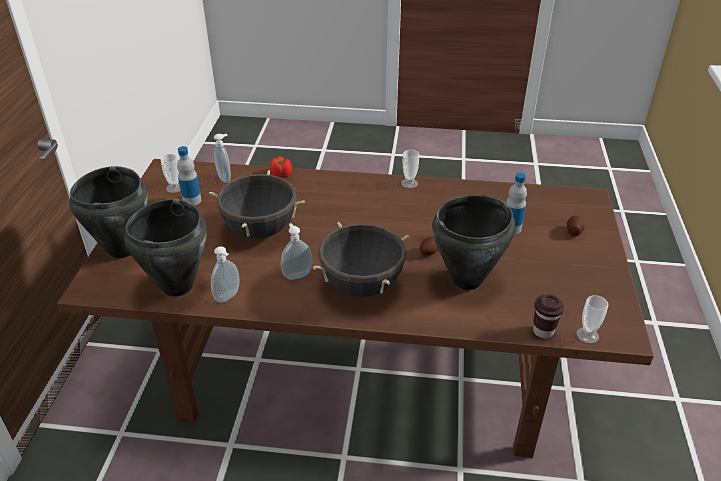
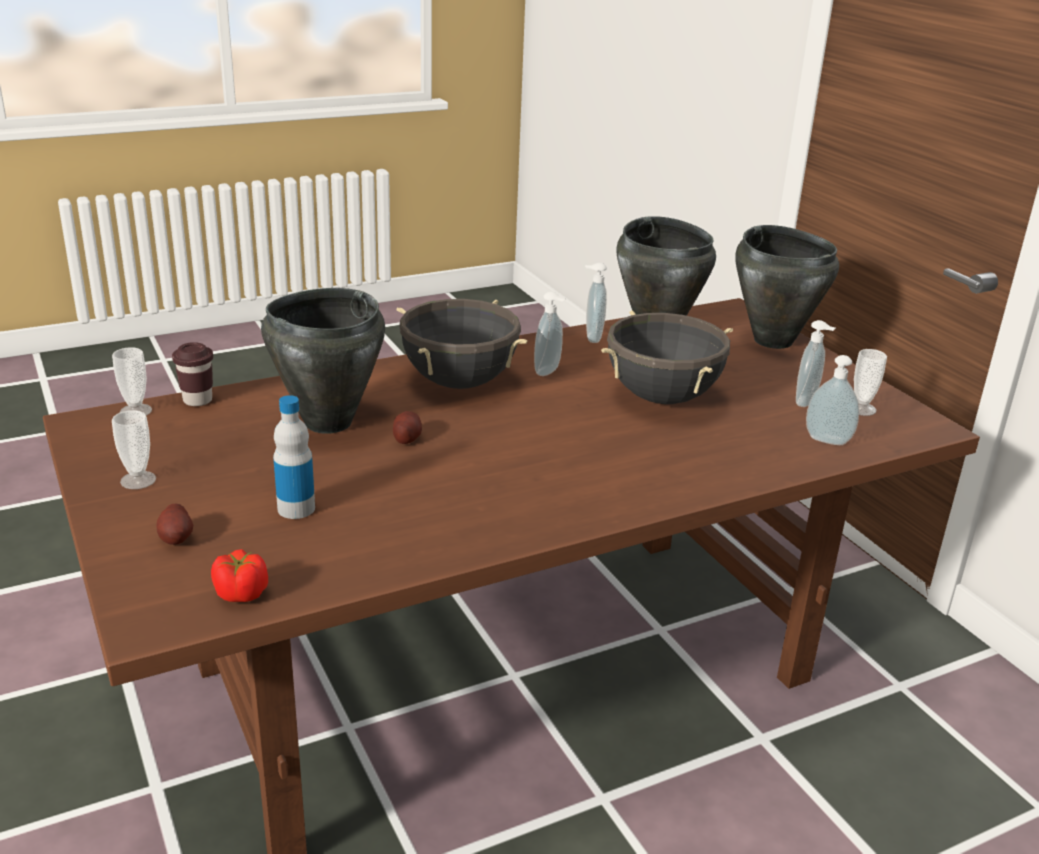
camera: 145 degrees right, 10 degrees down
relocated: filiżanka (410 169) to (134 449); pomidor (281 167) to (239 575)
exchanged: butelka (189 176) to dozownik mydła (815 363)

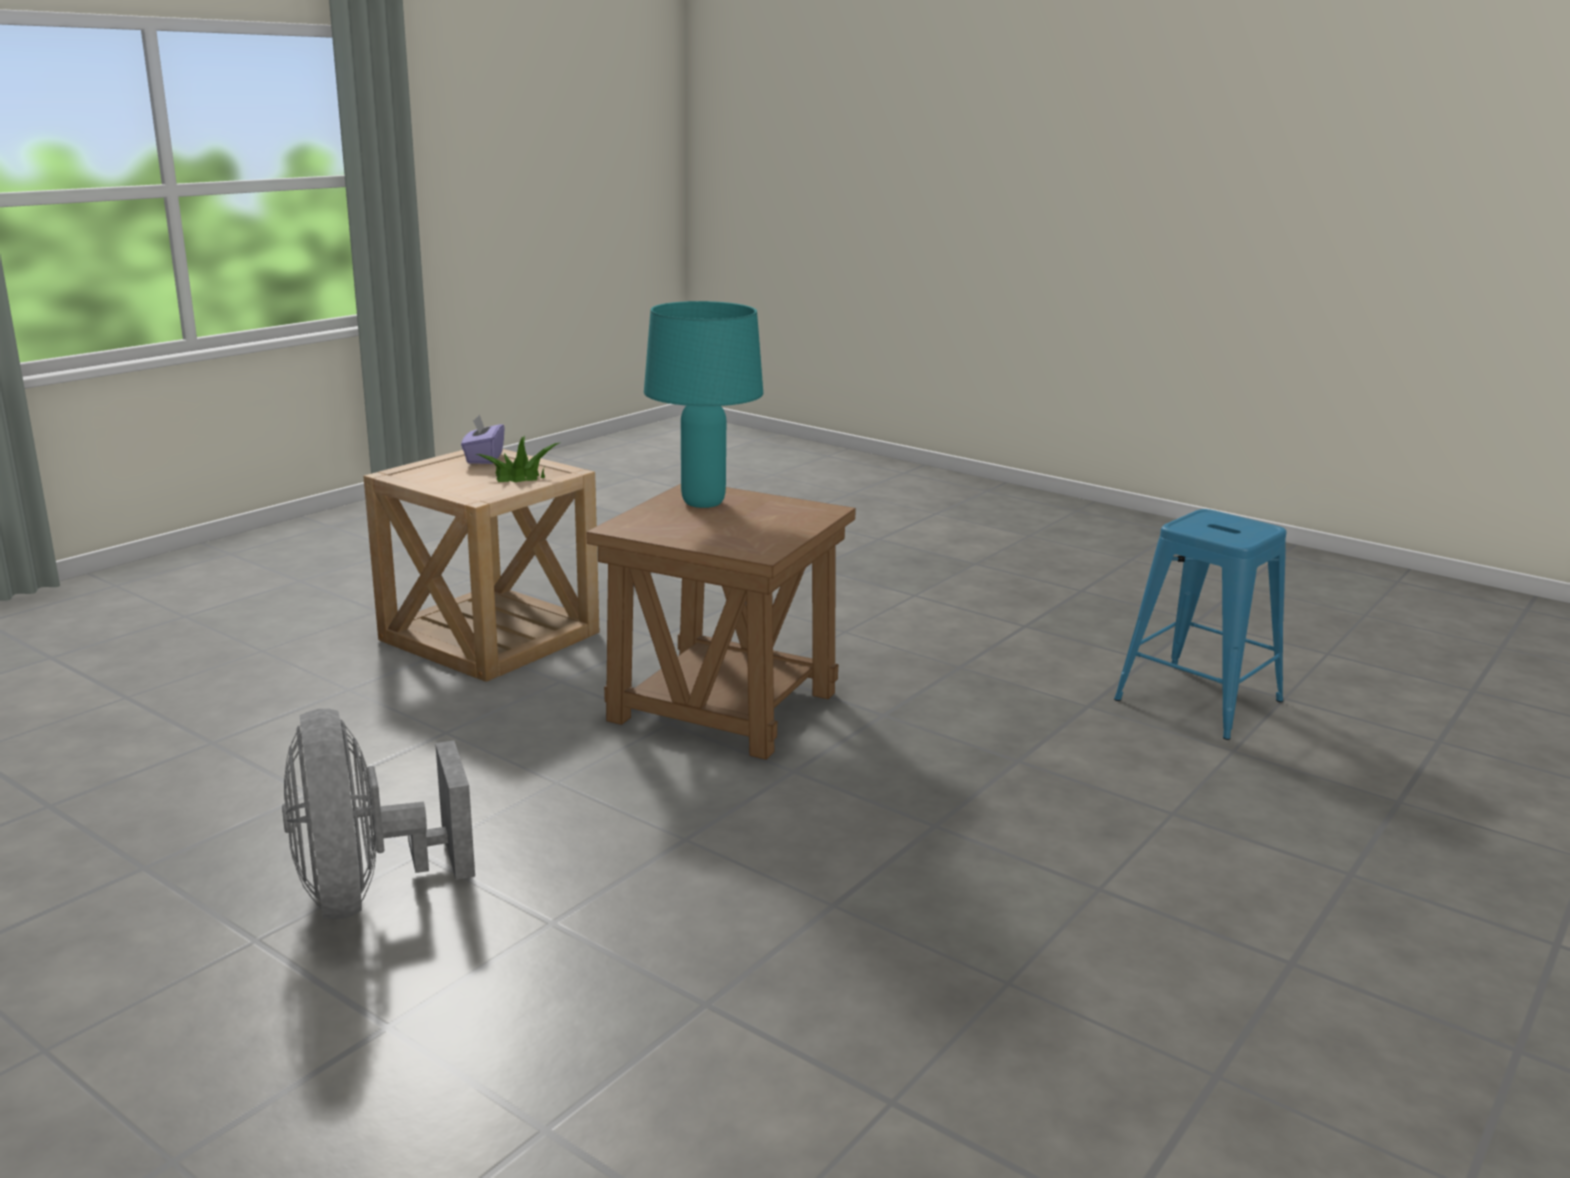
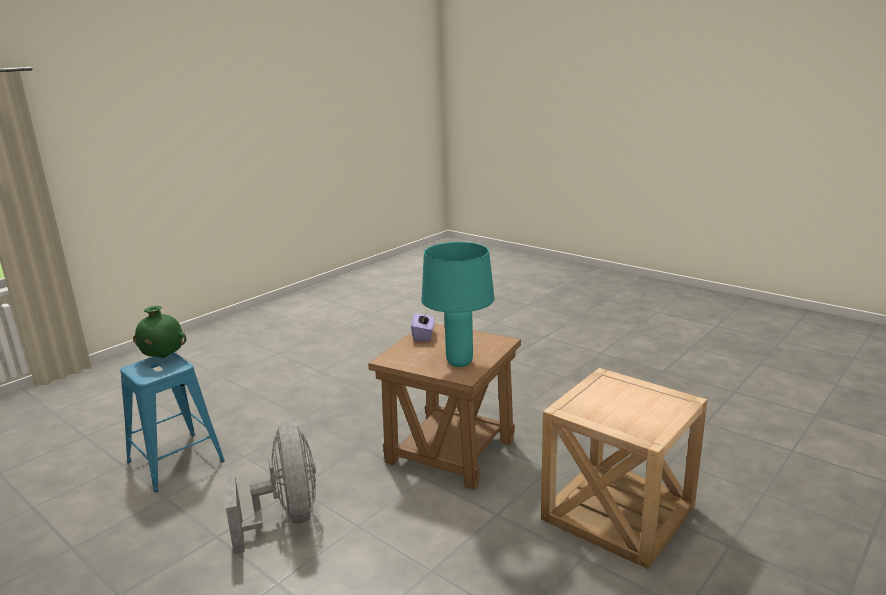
camera: 175 degrees left, 0 degrees up
missing: roślina doniczkowa (518 459)
appeared: wazon (zielony) (159 332)
relocated: wentylator (szary) (378 814) to (270 487); pudełko chusteczek (fioletowy) (483 439) to (423 326)

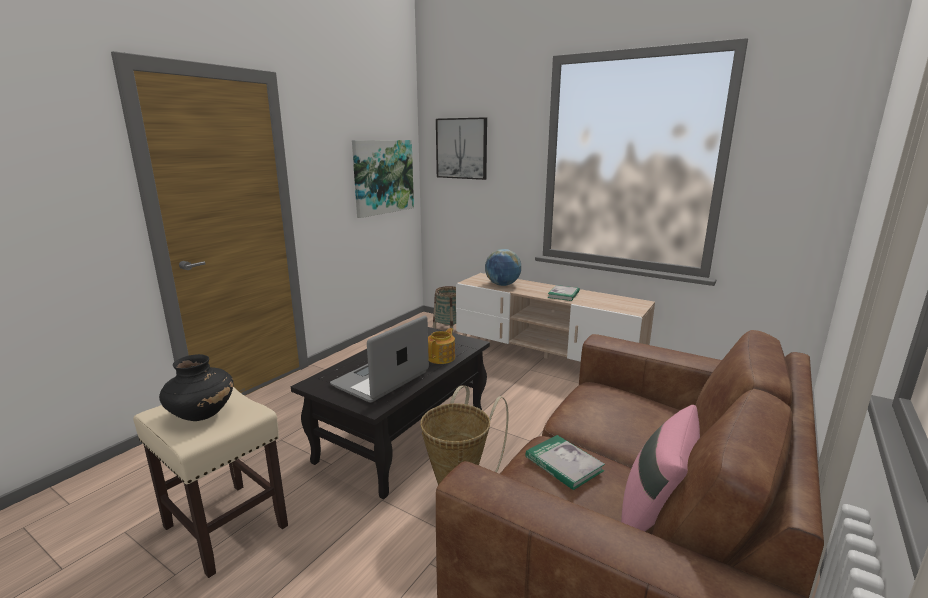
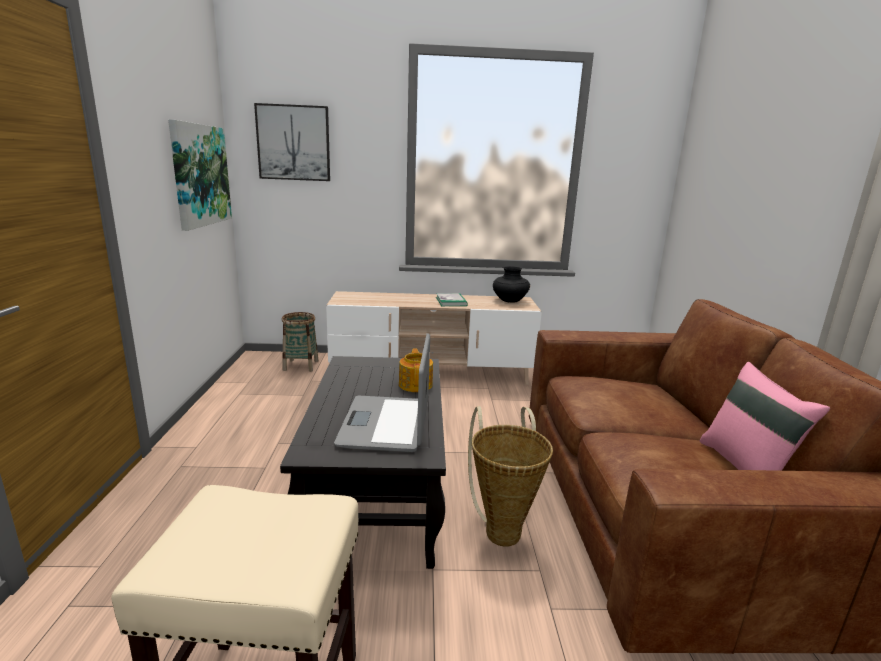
camera: 35 degrees left, 0 degrees up
missing: globus (503 267); książka (565 462)
relocated: wazon (czarny) (196 387) to (511 285)

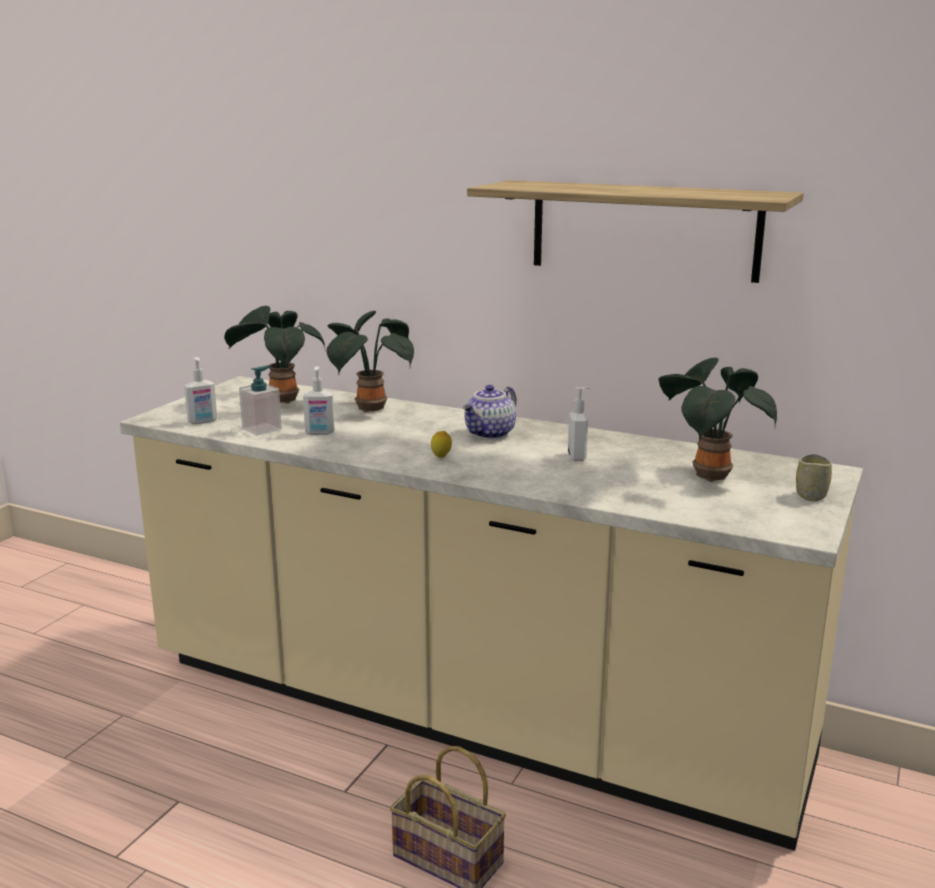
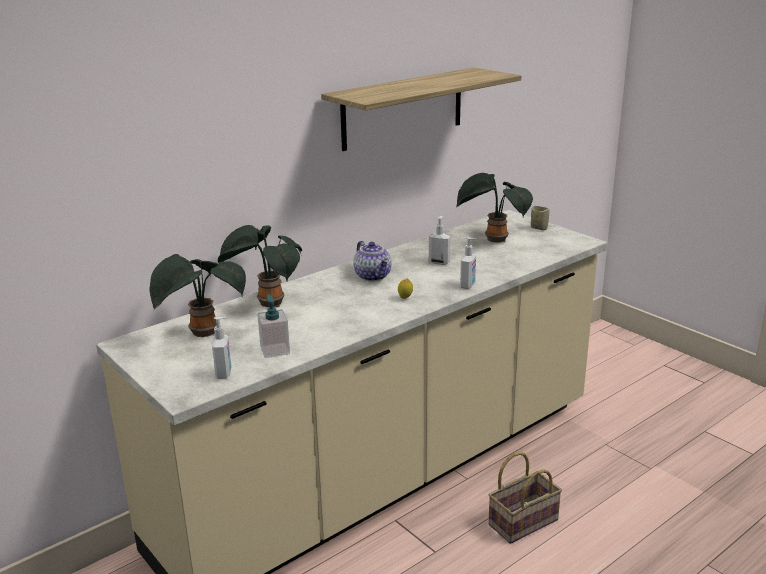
camera: 65 degrees left, 5 degrees up
relocated: dozownik mydła (319 400) to (468 263)

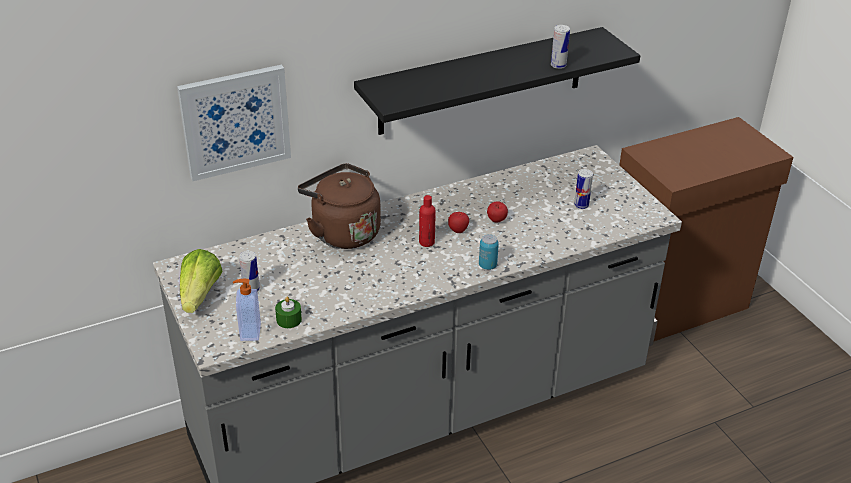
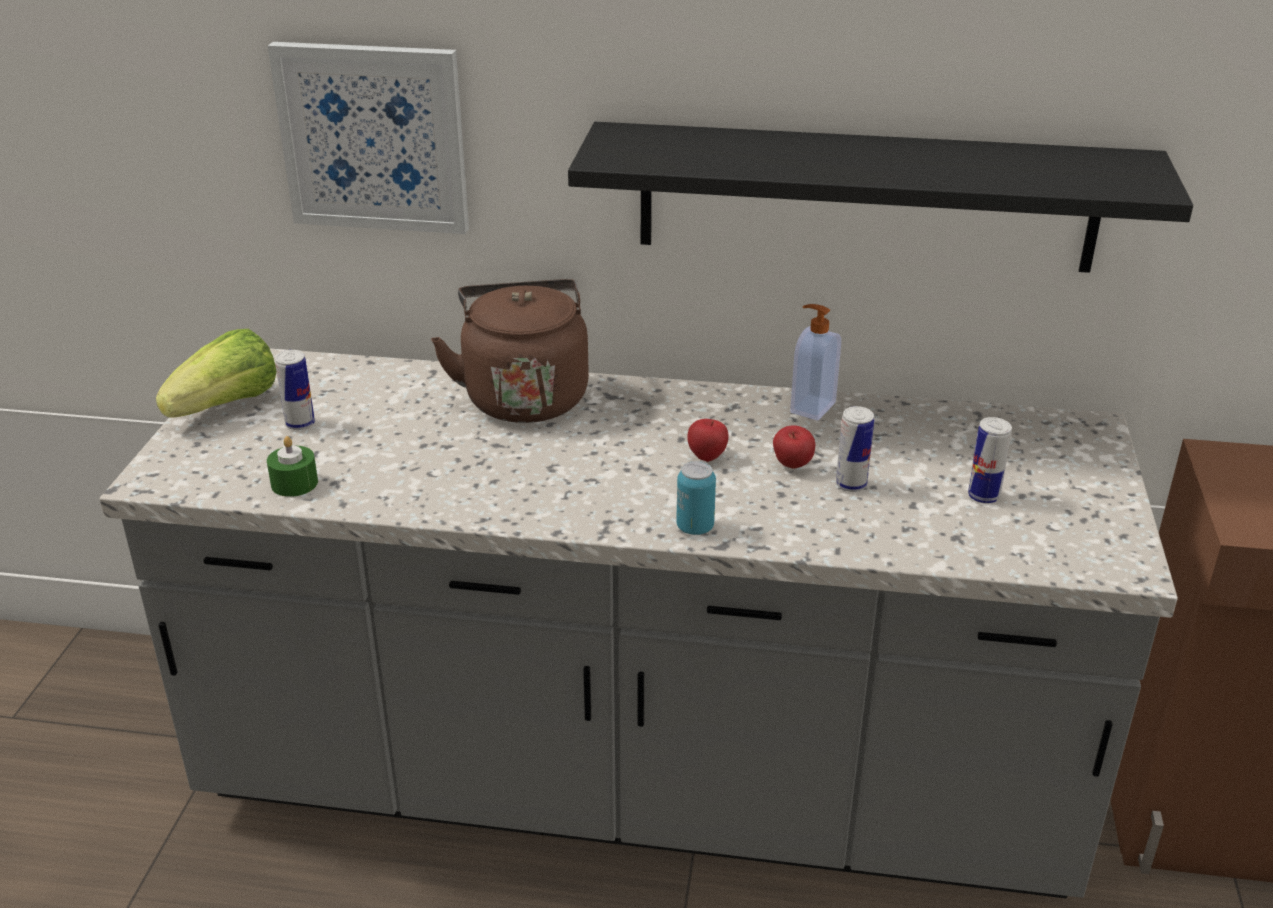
camera: 35 degrees right, 5 degrees down
missing: butelka (czerwony) (427 221)
relocated: dozownik mydła (247 310) to (815 362); puszka (560 47) to (855 449)

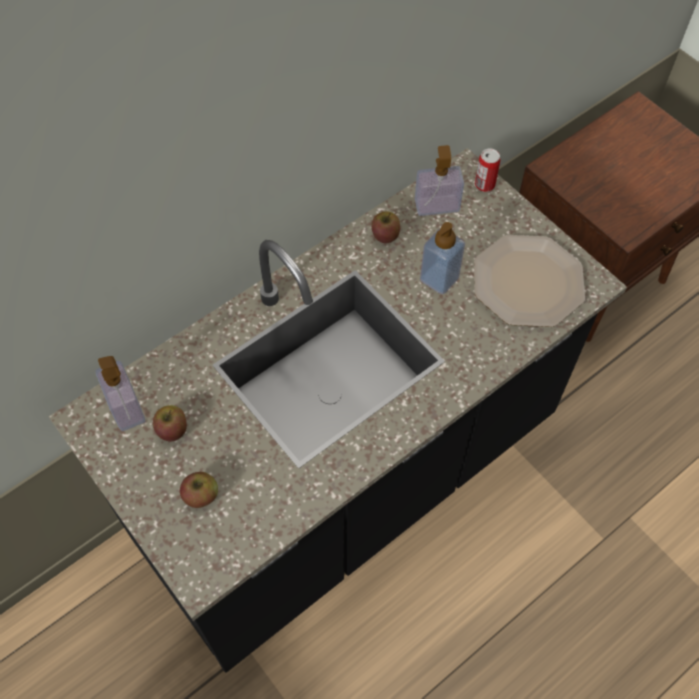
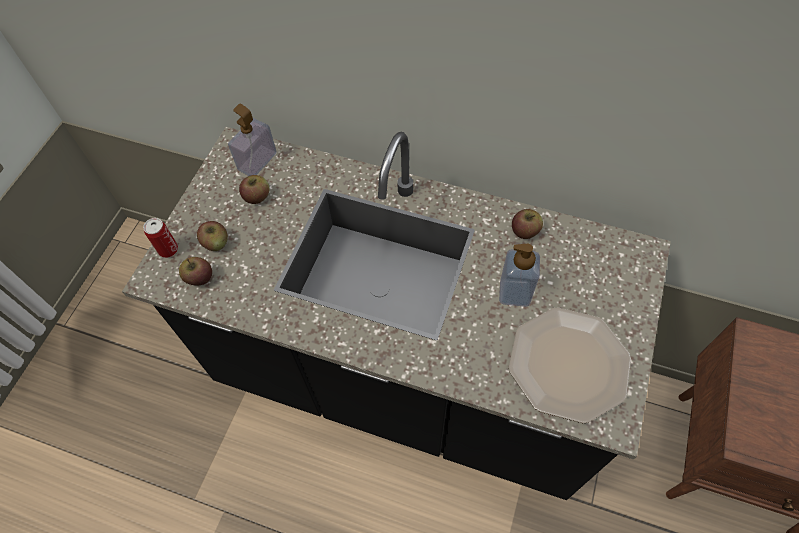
camera: 60 degrees right, 0 degrees up
missing: dozownik mydła (439 180)
appeared: jabłko (195 271)
relocated: puszka (487 170) to (160 238)

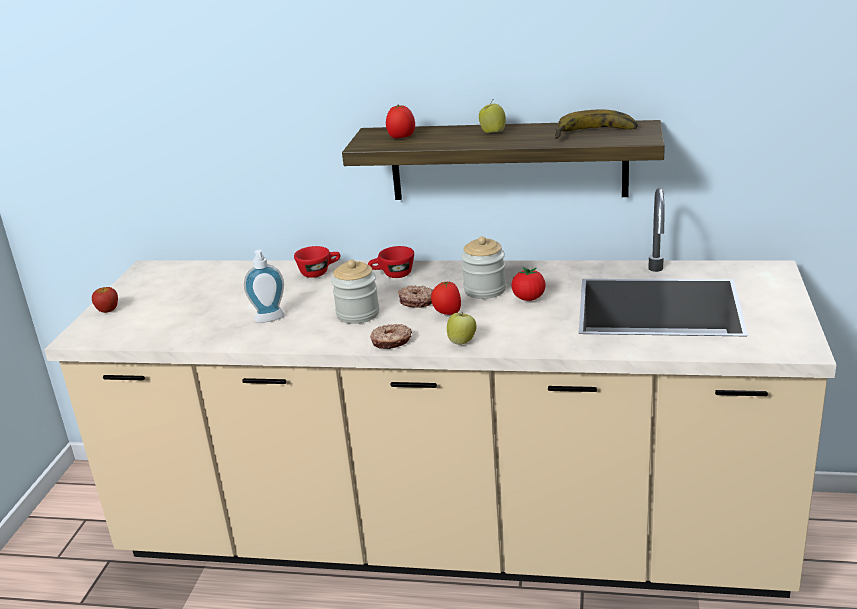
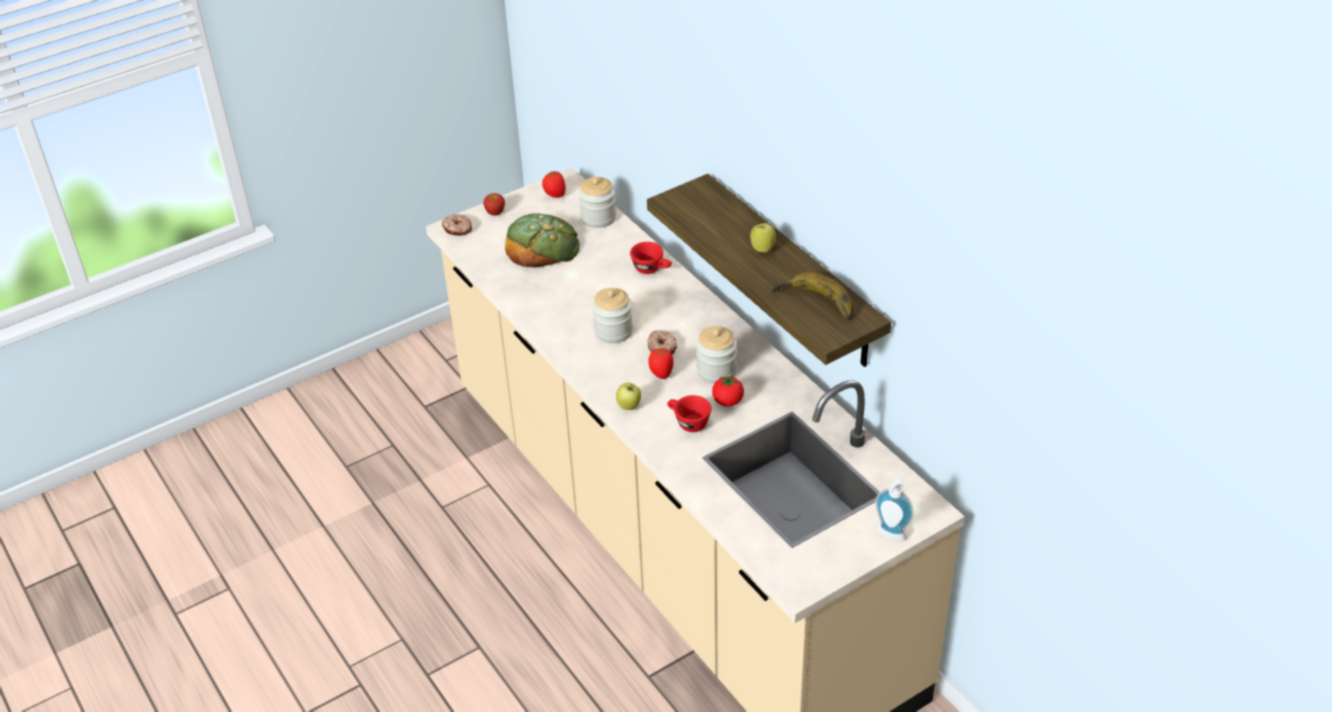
camera: 45 degrees right, 15 degrees up
appeared: chleb (542 240); słoik (597 202)
relocated: donut (391 336) to (457 225); pomidor (400 121) to (554 184); filiżanka (czerwony) (391 262) to (689 413); dozownik mydła (264 286) to (894 510)

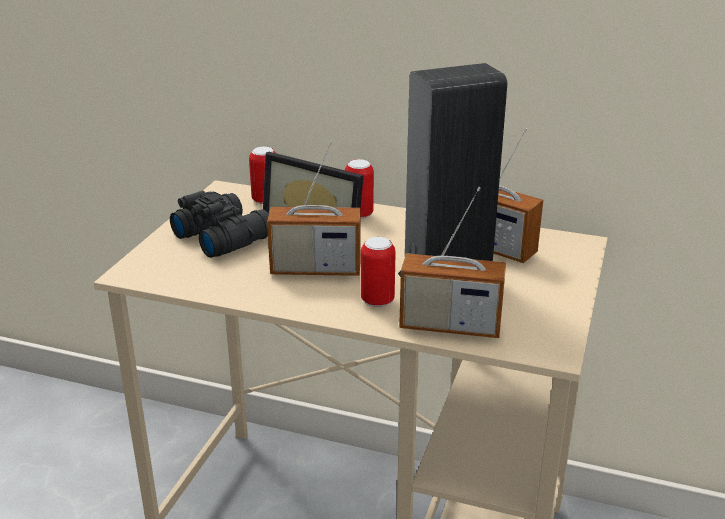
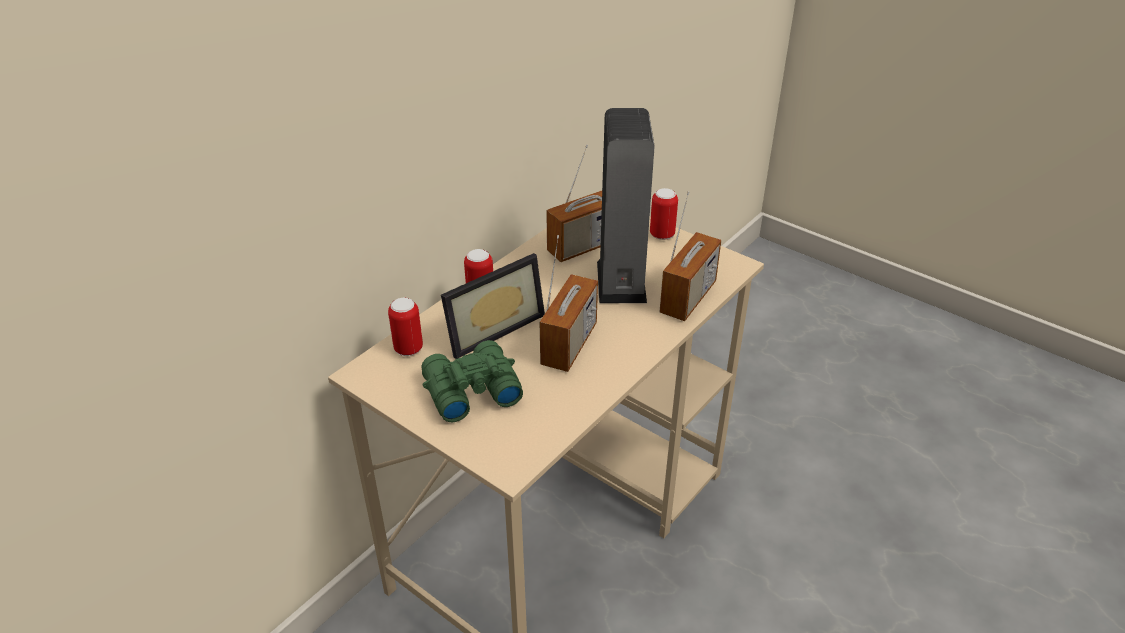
camera: 70 degrees left, 10 degrees up
relocated: puszka (378 272) to (664 214)
colour: lornetka (czarny) (219 224) to lornetka (zielony) (472 381)

